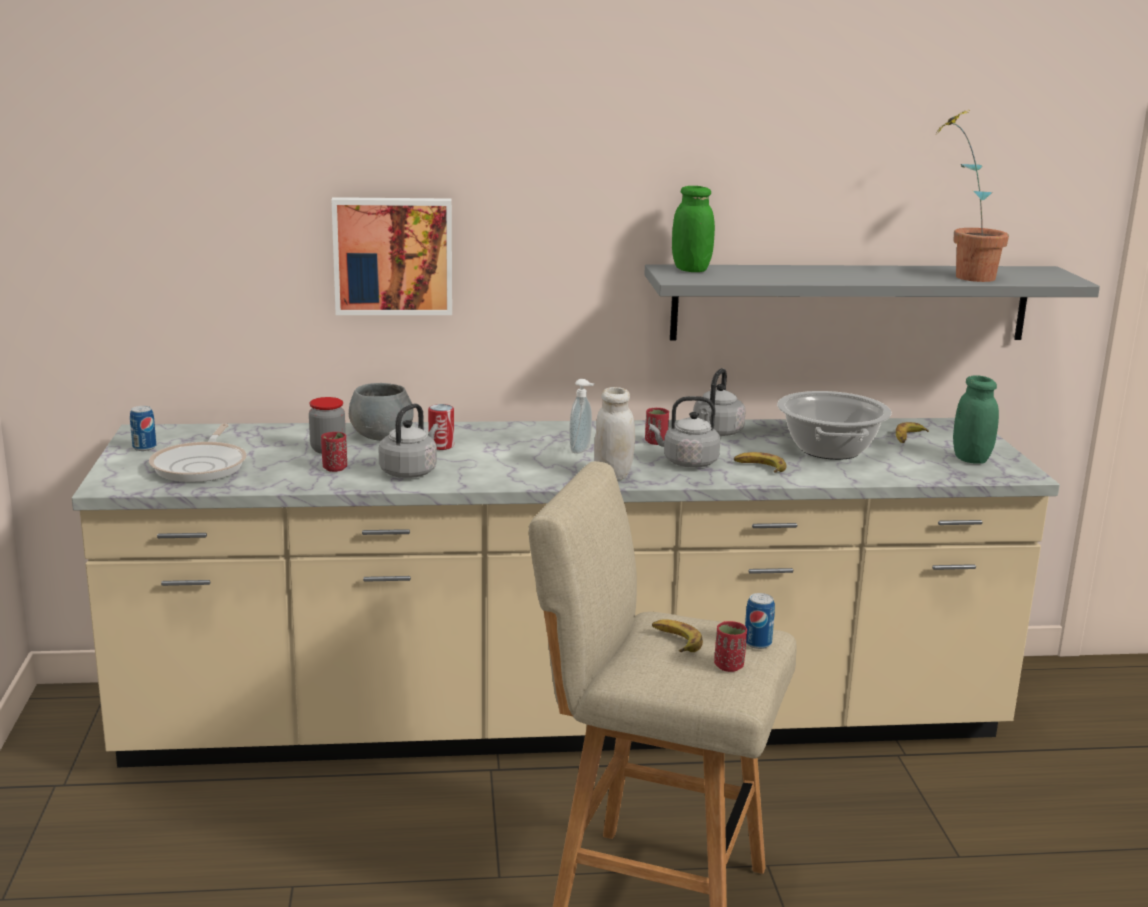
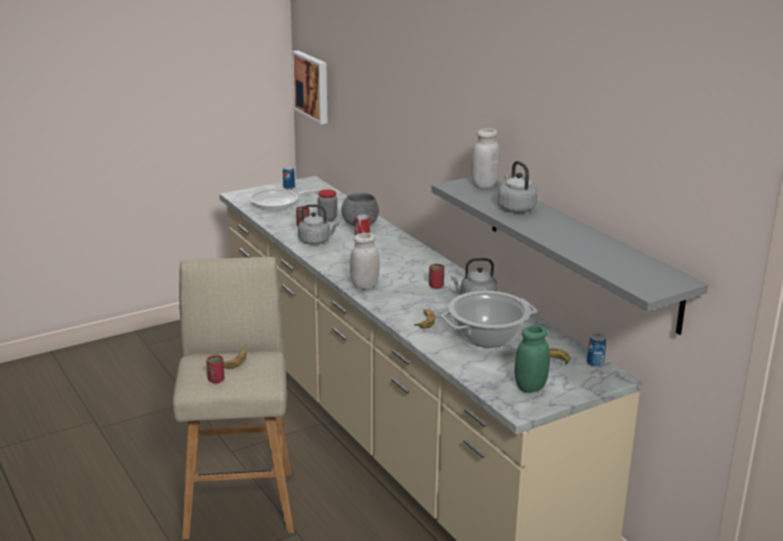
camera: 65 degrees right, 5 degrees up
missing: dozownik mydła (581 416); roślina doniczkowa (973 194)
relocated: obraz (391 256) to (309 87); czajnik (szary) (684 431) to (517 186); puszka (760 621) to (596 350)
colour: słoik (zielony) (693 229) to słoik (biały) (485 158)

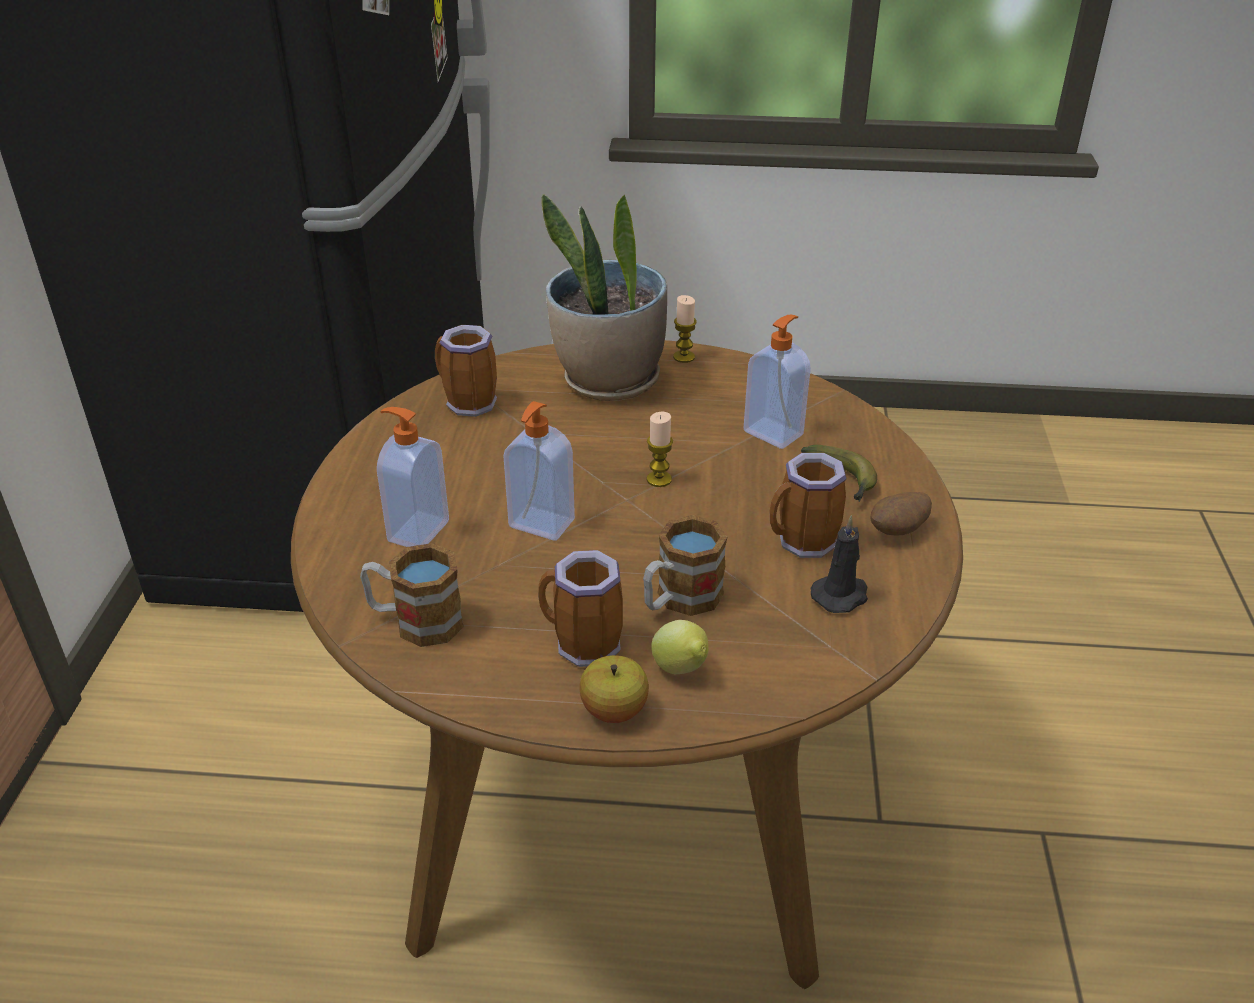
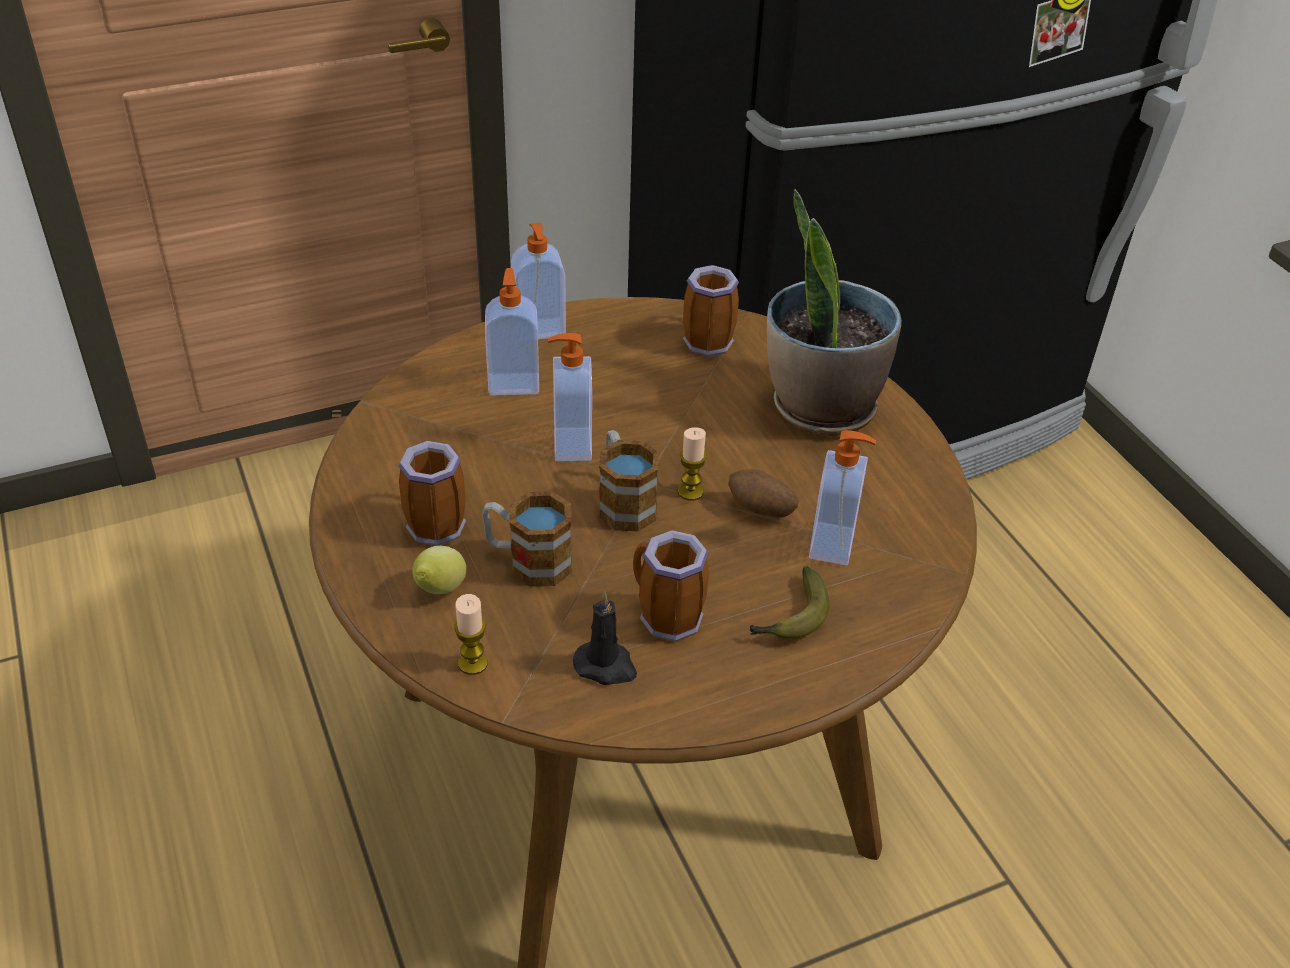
camera: 60 degrees right, 5 degrees up
missing: jabłko (614 689)
appeared: dozownik mydła (538 281)
relocated: świeca (685 329) to (471 634); kubek (412 595) to (629 481); ziemniak (901 514) to (763 493)

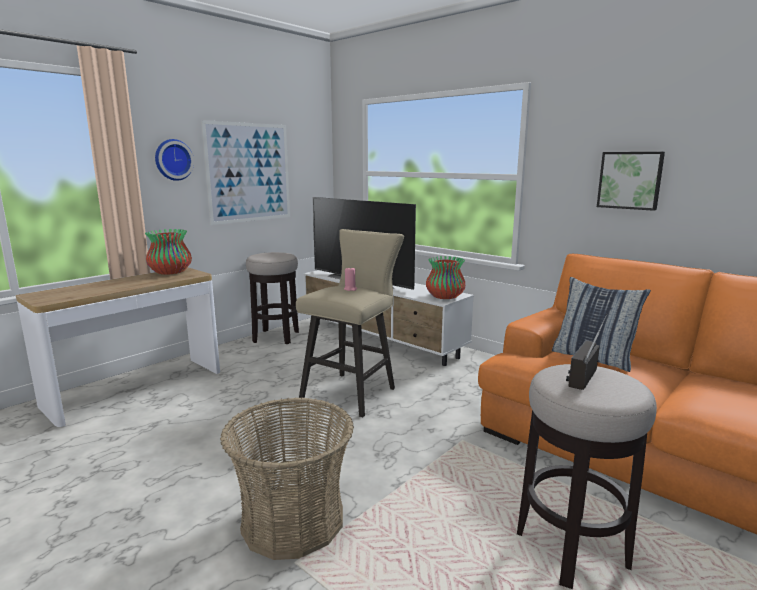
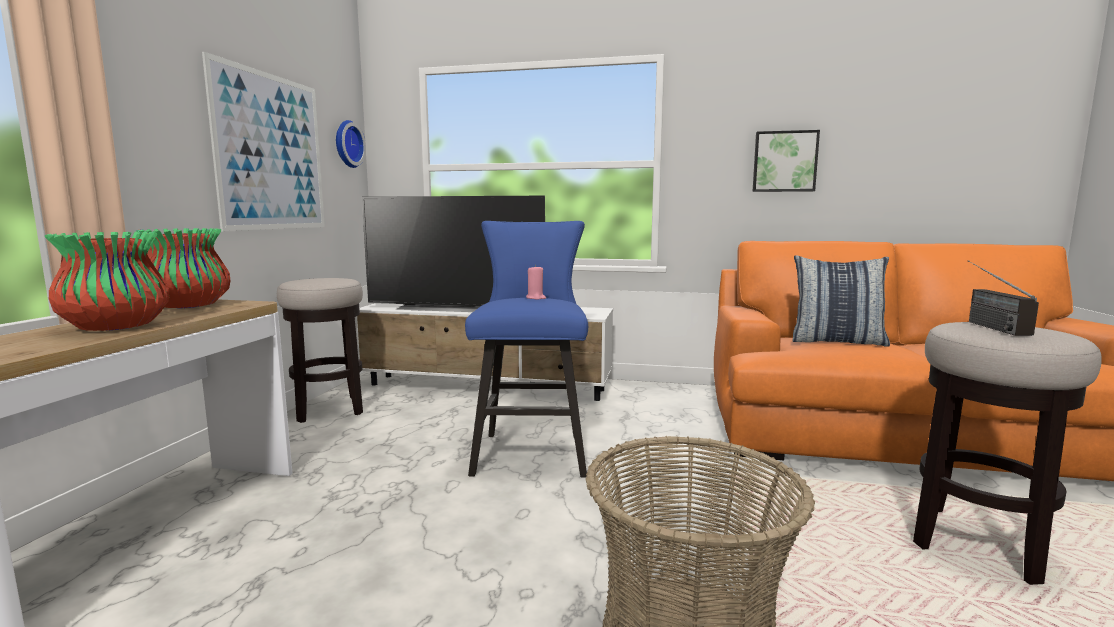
camera: 30 degrees left, 5 degrees down
relocated: wazon (445 277) to (107 281); zegar ścienny (174 160) to (351 144)
colour: stołek (beżowy) (350 323) to stołek (niebieski) (526 349)

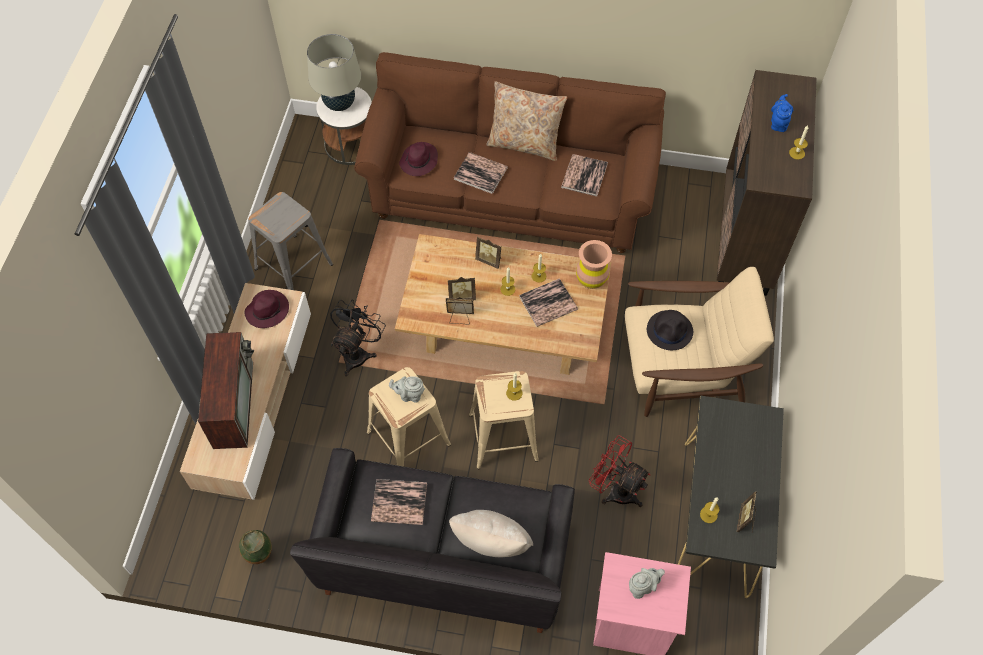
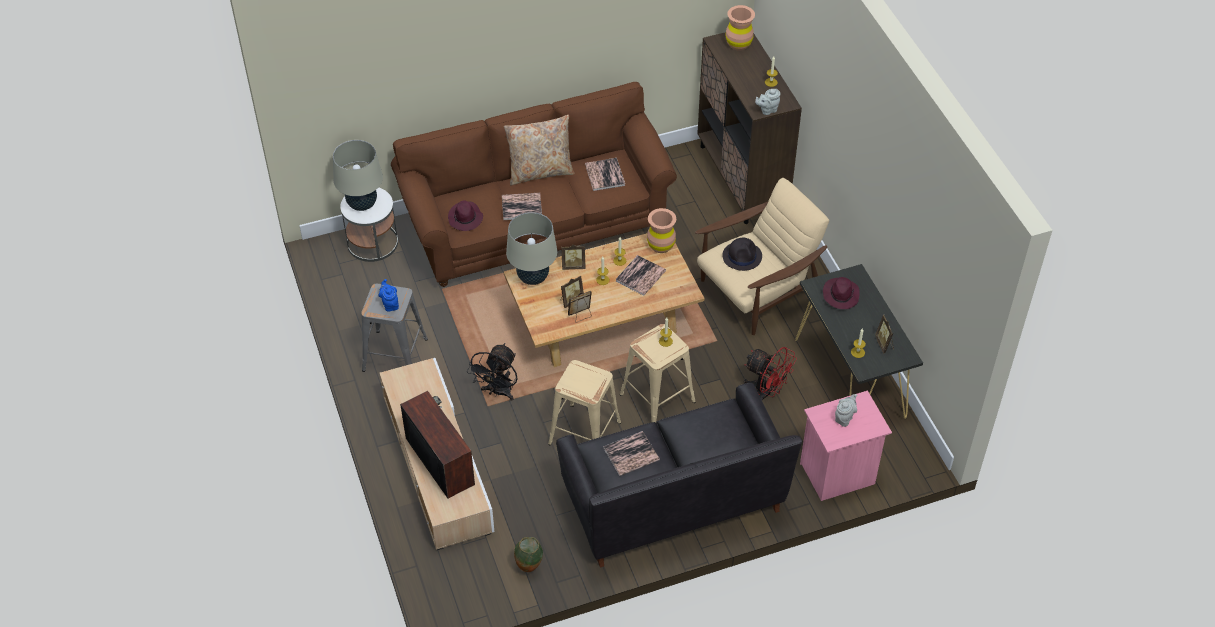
camera: 30 degrees left, 10 degrees down
missing: poduszka (beżowy) (491 533)
appeared: lampa stołowa (beżowy) (531 248); wazon (brązowy) (740 27)
relocated: imbryk (niebieski) (782 113) to (388 295); imbryk (szary) (407 389) to (767 102); kapelusz (fioletowy) (267 309) to (841 293)
spun: wentylator (czarny) (358 337) = (492 372) 150 degrees counterclockwise; wentylator (czerwony) (619 471) = (770 374) 150 degrees counterclockwise

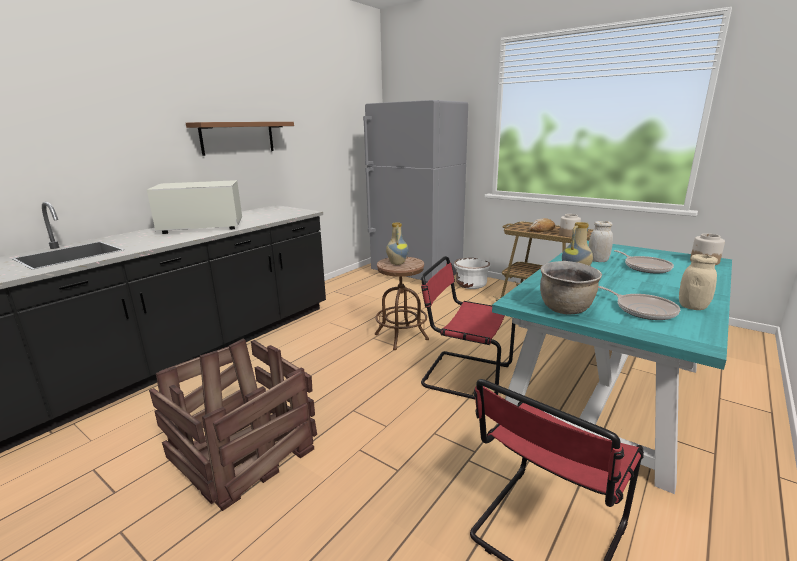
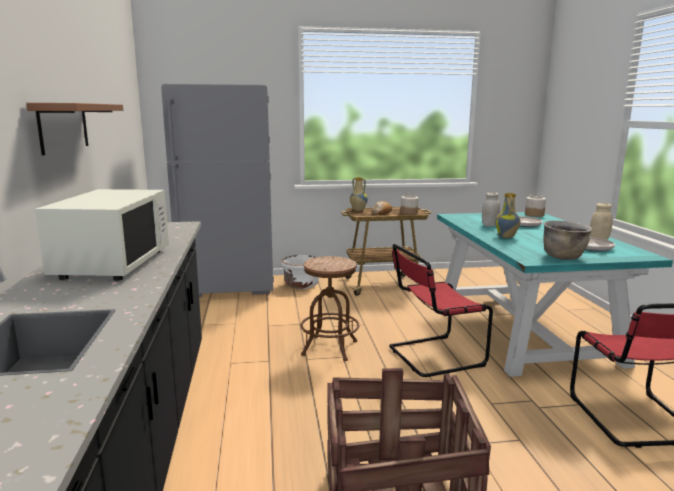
camera: 45 degrees left, 5 degrees down
relocated: wazon (397 244) to (359 194)
spun: mikrofalówka (biały) (194 207) = (102 235) 150 degrees clockwise

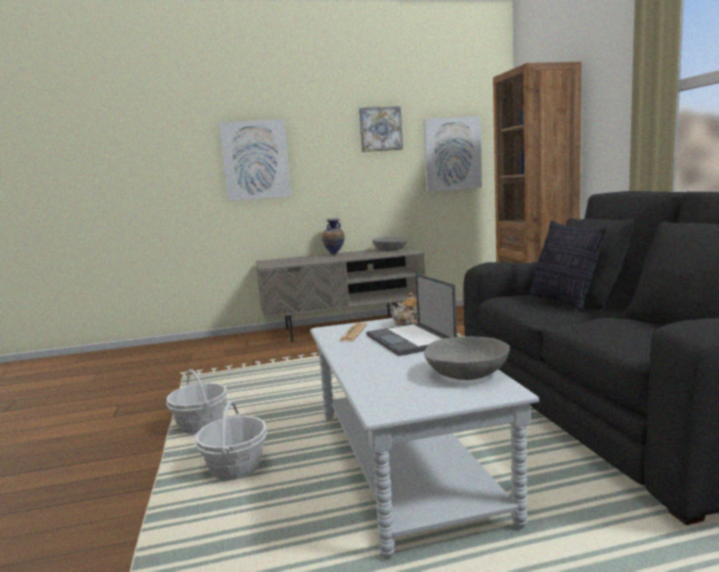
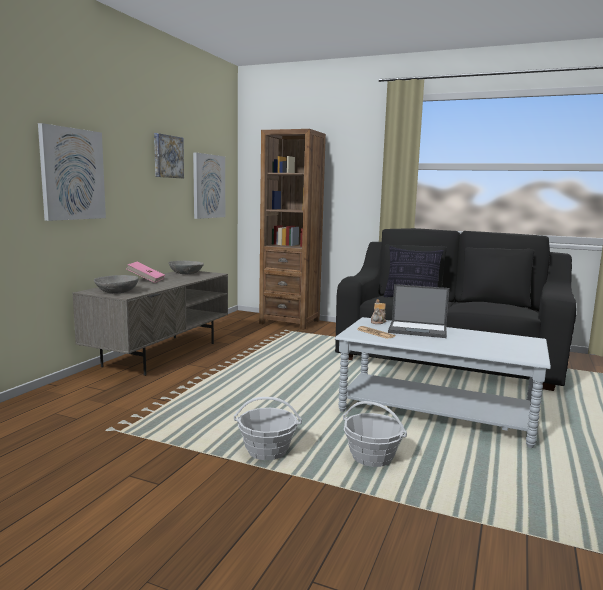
camera: 55 degrees left, 0 degrees up
relocated: miska (szary) (467 358) to (116 284)
exchanged: wazon (333 236) to książka (różowy) (145 272)

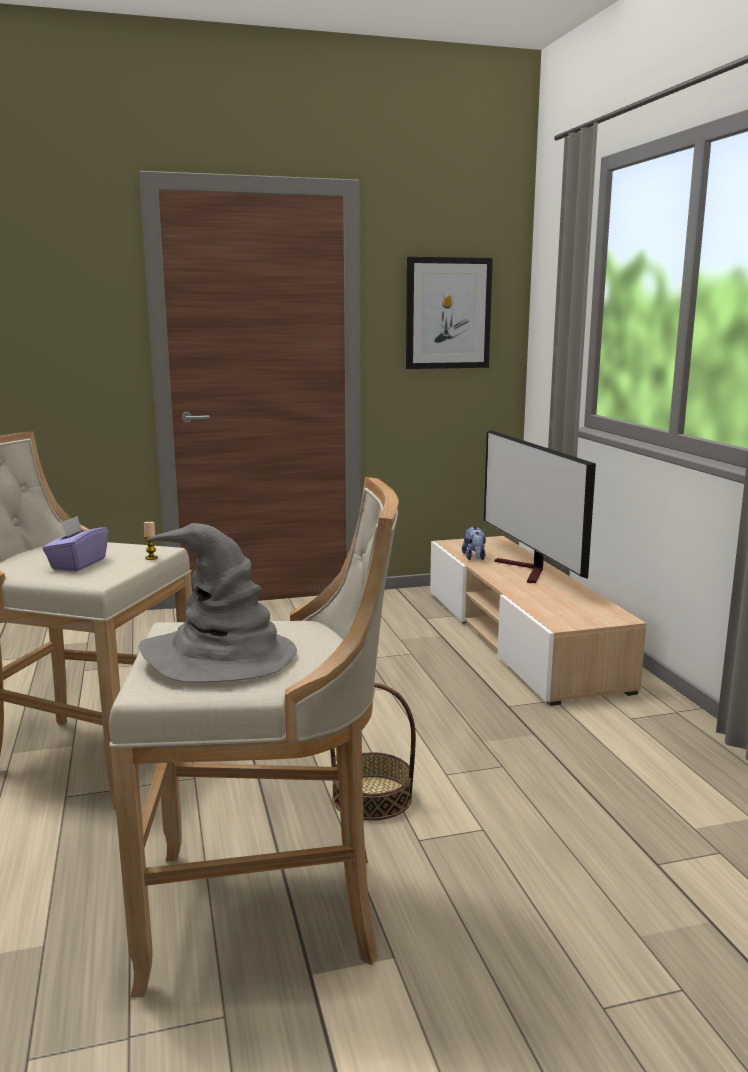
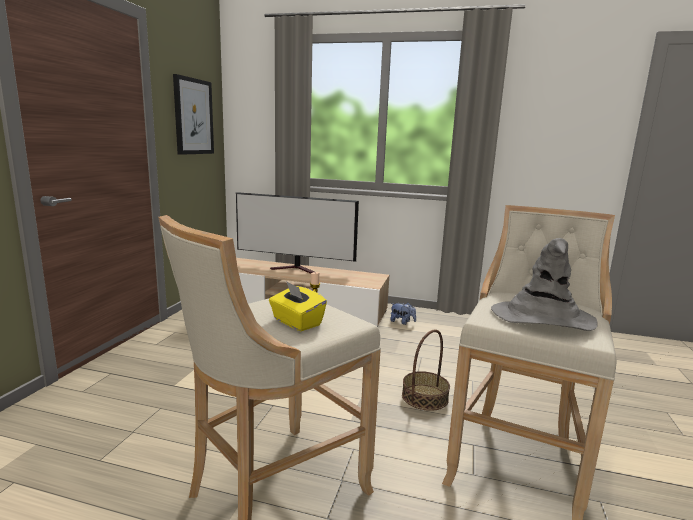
camera: 60 degrees left, 0 degrees up
relocated: pluszak (474 543) to (403 313)
colour: pudełko chusteczek (fioletowy) (75 544) to pudełko chusteczek (żółty) (298 306)

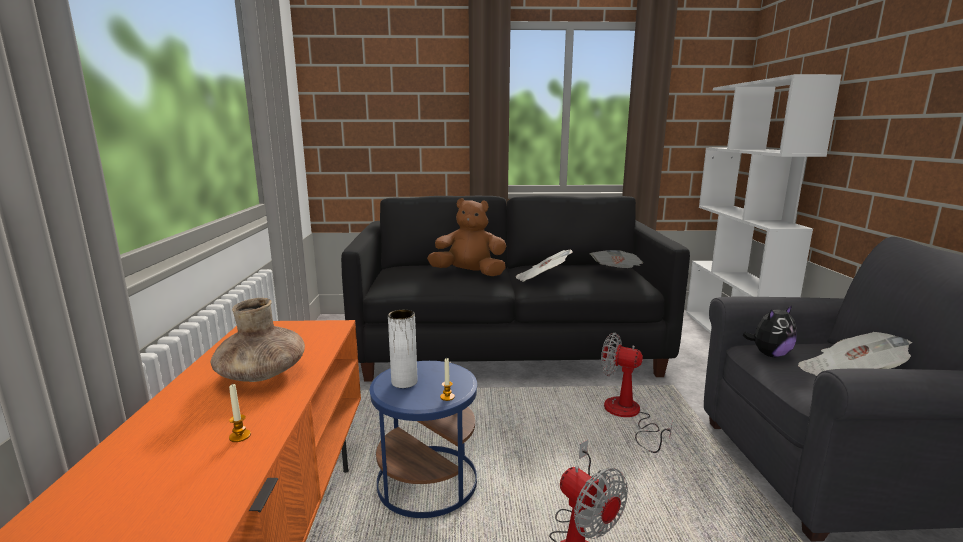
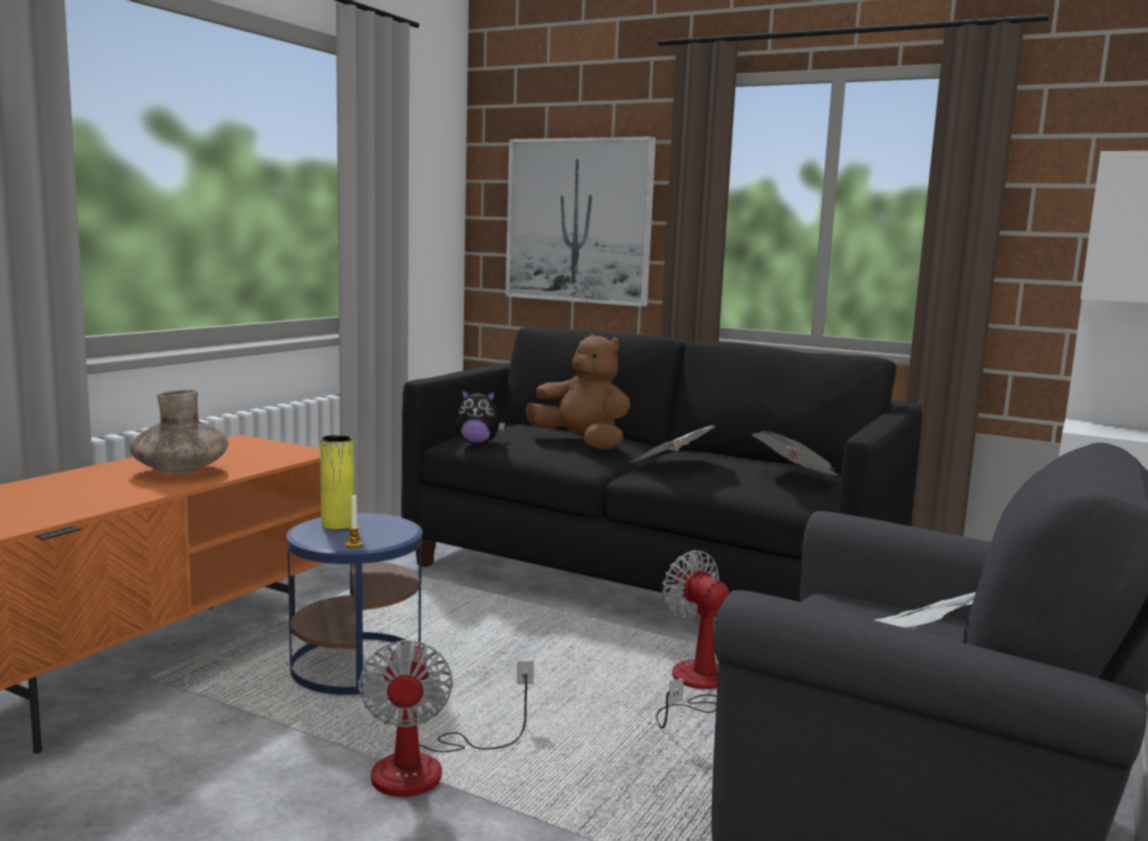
camera: 30 degrees right, 5 degrees down
missing: świeca (240 413)
appeared: obraz (581 222)
relocated: pluszak (770 331) to (480 416)
colour: wazon (biały) (402 349) to wazon (żółty) (337 482)

